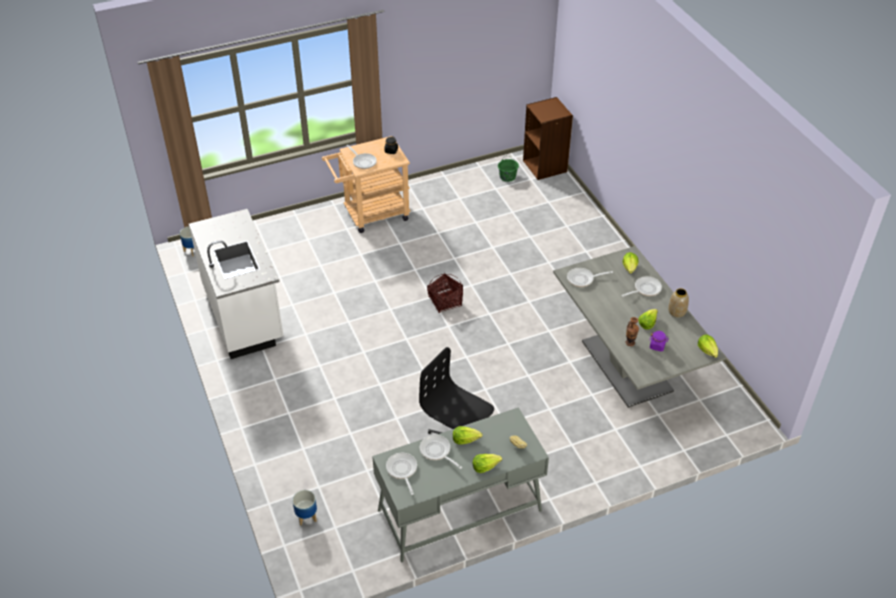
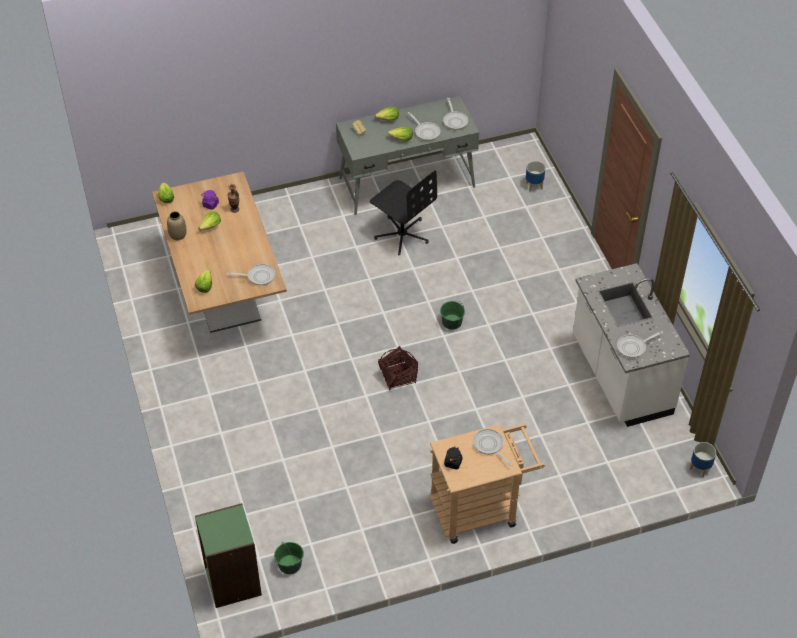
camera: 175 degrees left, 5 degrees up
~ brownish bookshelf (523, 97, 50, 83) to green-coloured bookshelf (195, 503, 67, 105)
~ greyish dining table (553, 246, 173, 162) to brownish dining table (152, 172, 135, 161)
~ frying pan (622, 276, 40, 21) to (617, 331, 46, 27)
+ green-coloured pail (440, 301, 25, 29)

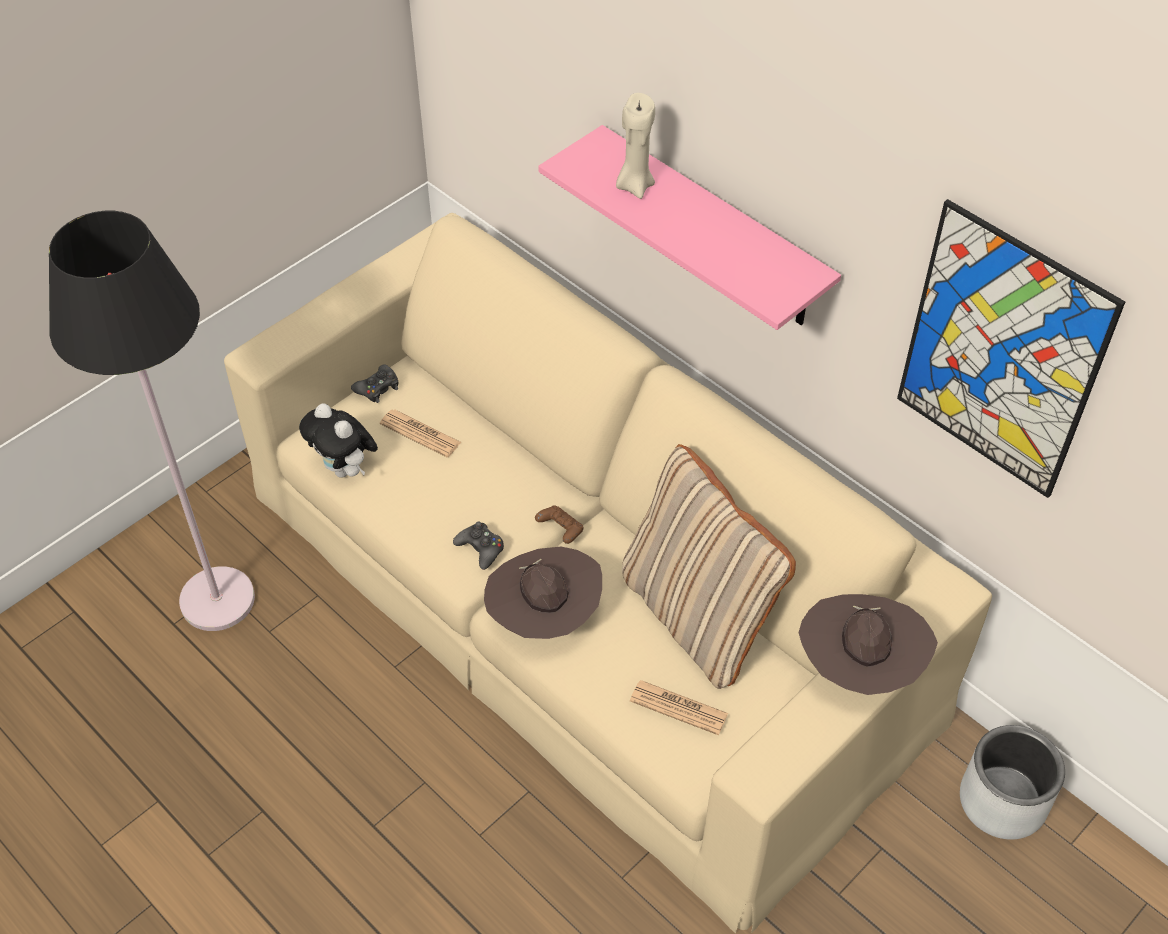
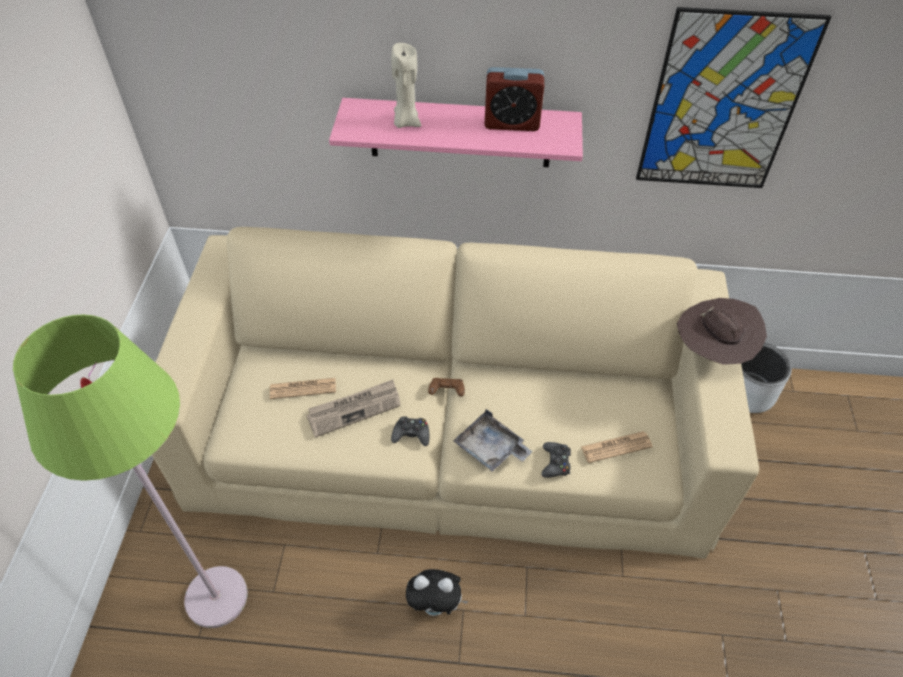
camera: 40 degrees left, 0 degrees up
~ black standard lamp (49, 211, 206, 420) to green-coloured standard lamp (13, 314, 235, 314)
~ cuddly toy (299, 403, 79, 75) to (406, 569, 63, 47)
~ black game controller (351, 364, 47, 39) to (542, 442, 29, 36)
~ brownish clothing hat (484, 547, 118, 92) to greyish tray (453, 409, 80, 63)
- sand-coloured cushion (622, 444, 174, 245)
+ newspaper (306, 379, 95, 59)
+ table clock (484, 67, 60, 64)

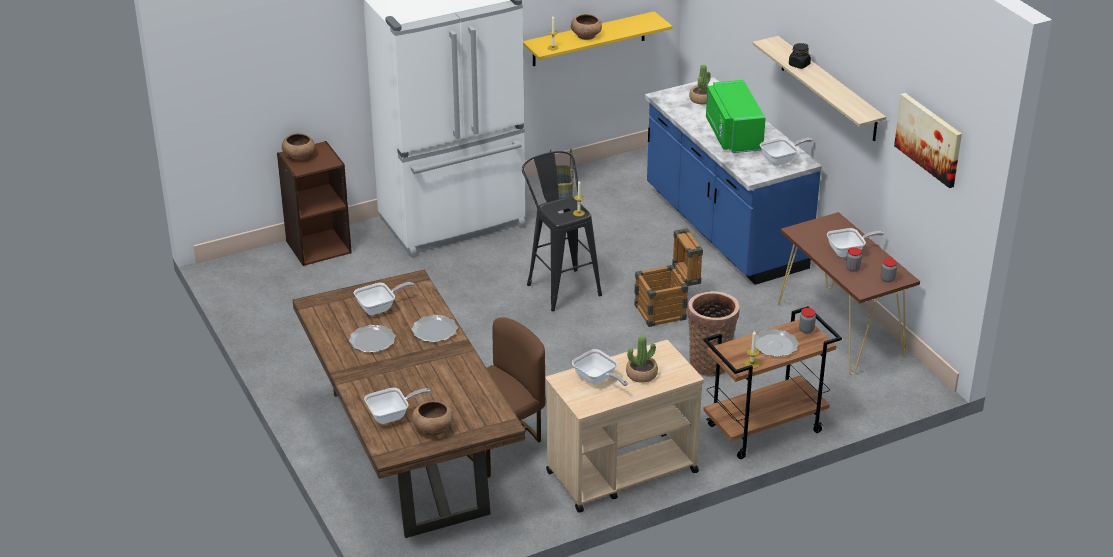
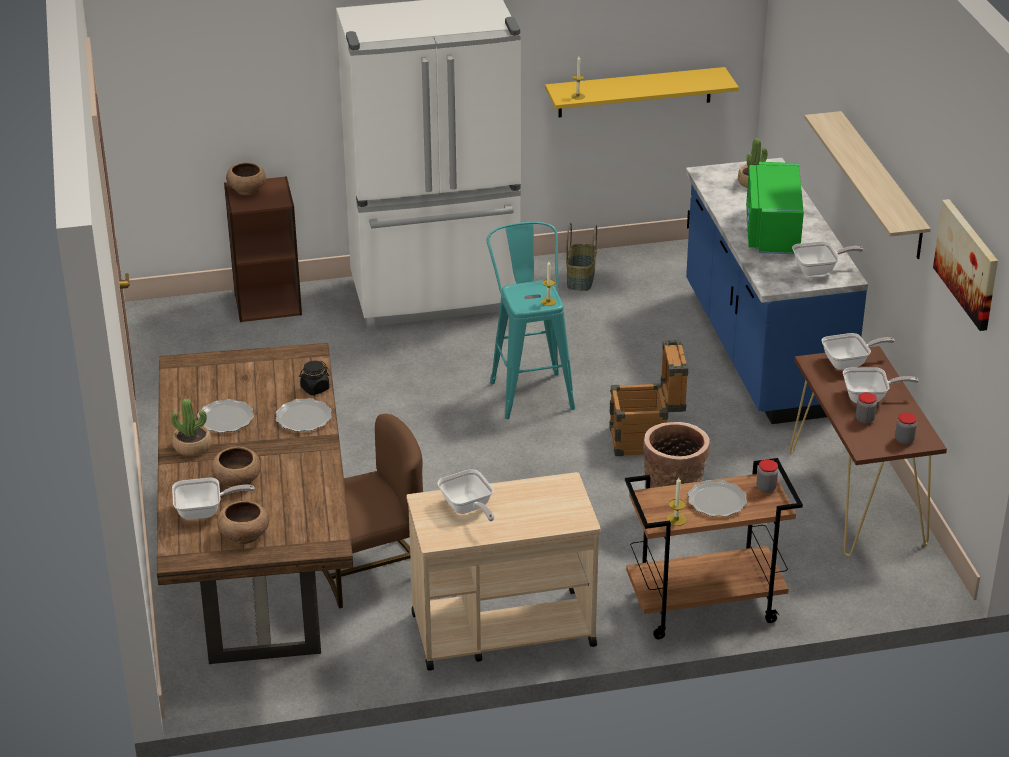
camera: 15 degrees right, 0 degrees up
~ frying pan (354, 282, 60, 33) to (821, 333, 74, 37)
~ black sitting stool (522, 151, 80, 160) to turquoise-coloured sitting stool (487, 222, 88, 197)
~ brownish serving bowl (571, 14, 31, 26) to (211, 447, 50, 41)
~ plant in a pot (626, 336, 32, 47) to (171, 399, 41, 57)
~ black storage jar (789, 43, 22, 26) to (299, 361, 31, 34)

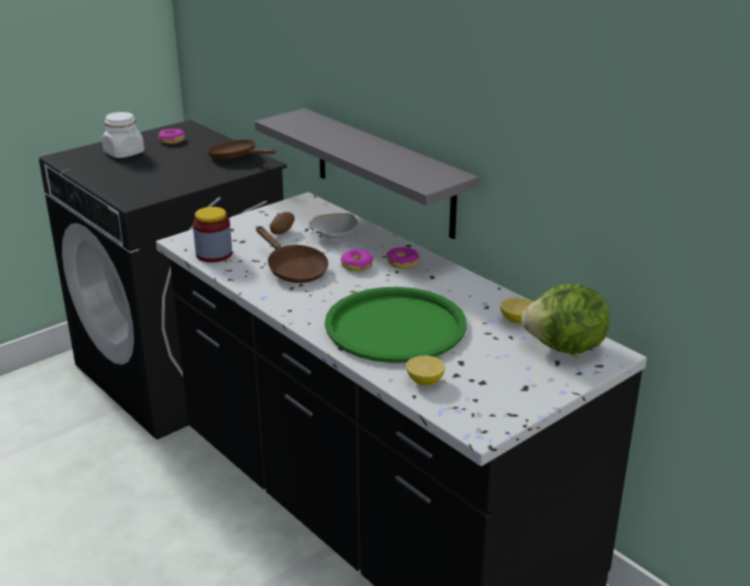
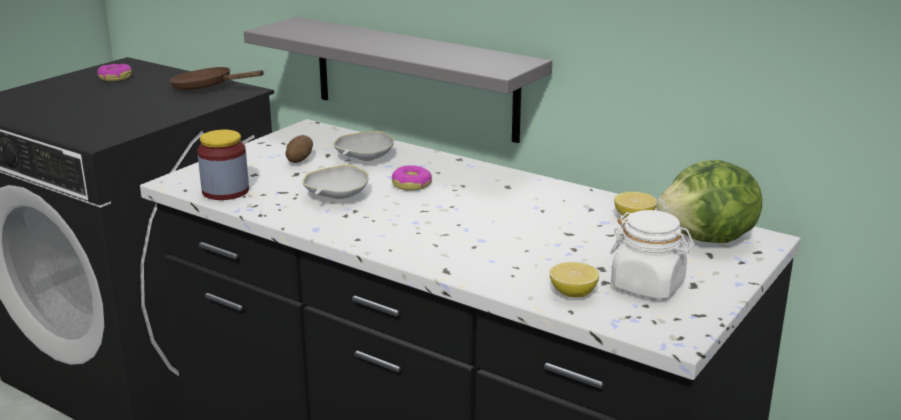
camera: 15 degrees left, 5 degrees down
~ white-coloured storage jar (102, 112, 42, 46) to (610, 210, 85, 89)
~ brownish frying pan (256, 226, 72, 57) to white-coloured serving bowl (302, 165, 67, 34)
- green-coloured tray (325, 287, 142, 76)
- ring doughnut (387, 248, 33, 21)

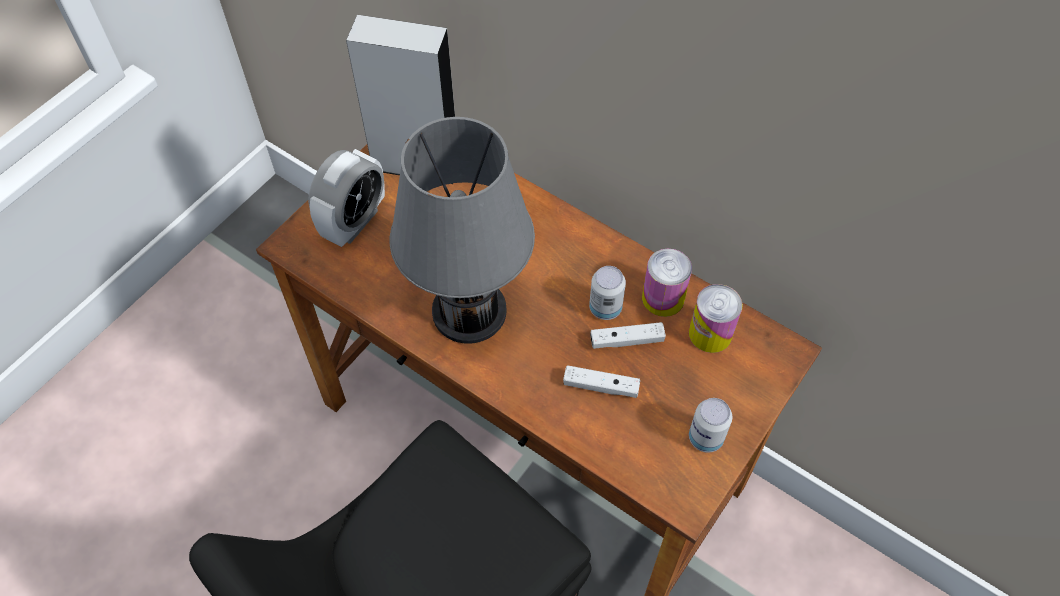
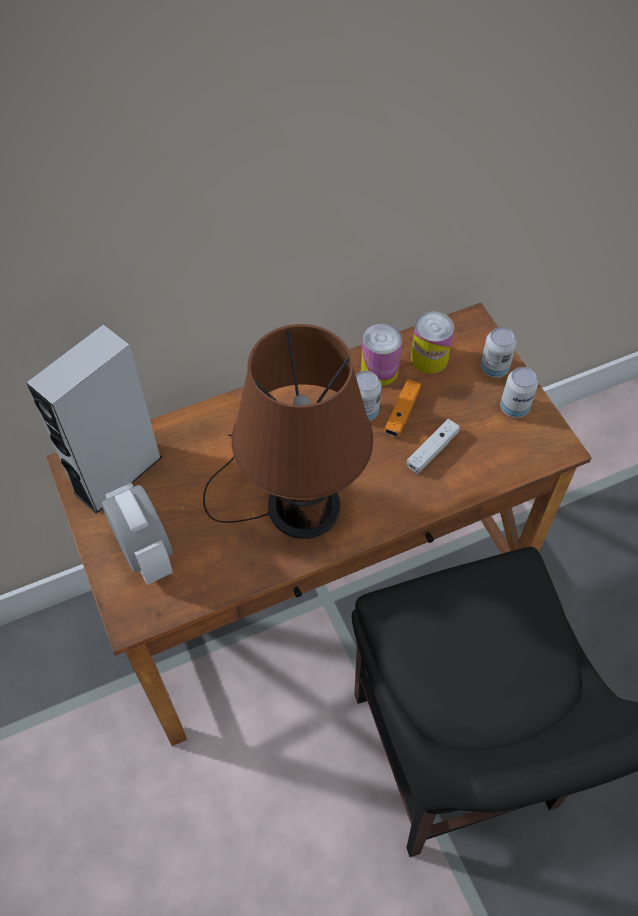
camera: 60 degrees left, 0 degrees up
~ greyish lamp for a table (390, 117, 145, 227) to brownish lamp for a table (203, 324, 170, 215)
~ white-coloured game controller (590, 322, 76, 27) to orange game controller (384, 379, 37, 58)
+ can (480, 327, 37, 51)

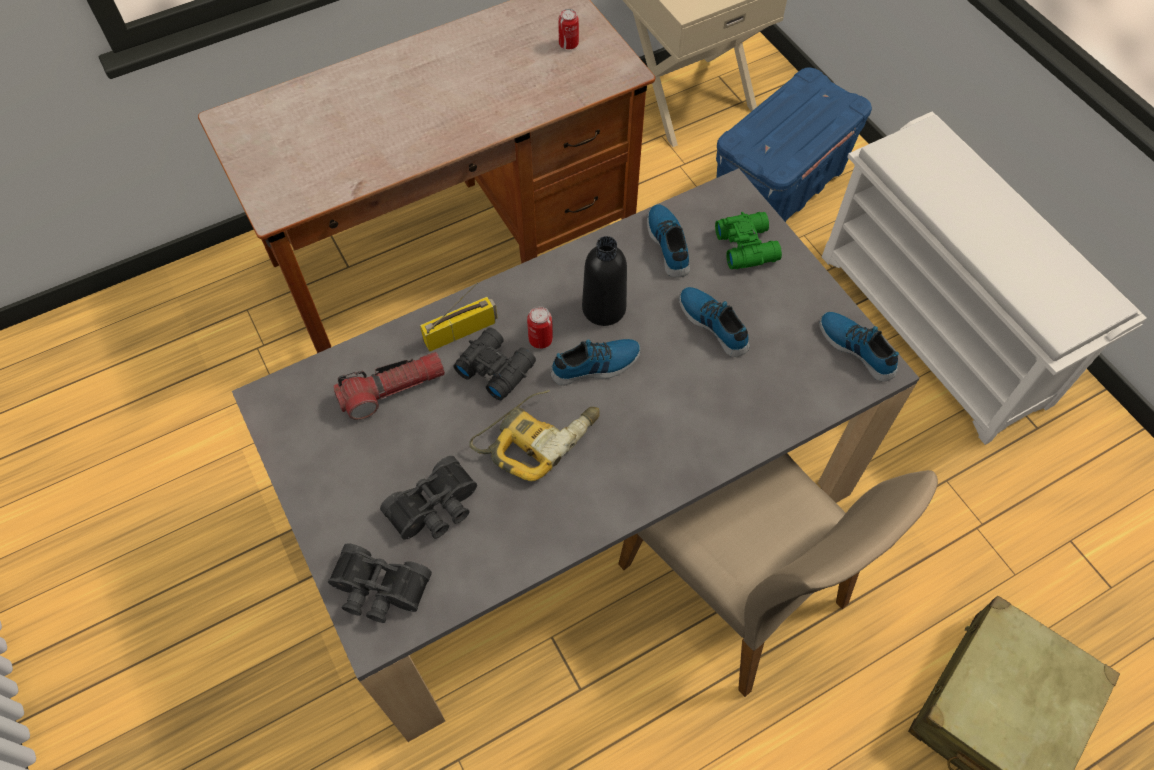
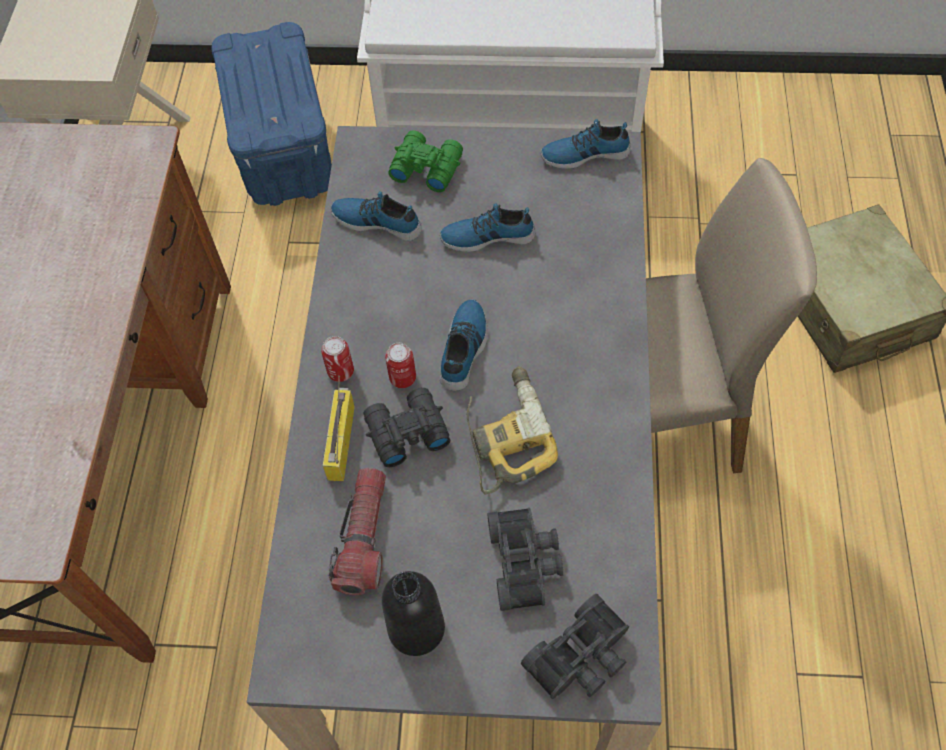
camera: 55 degrees left, 0 degrees up
~ can (558, 9, 21, 41) to (321, 336, 33, 46)
~ black beverage bottle (582, 236, 45, 90) to (382, 571, 63, 85)

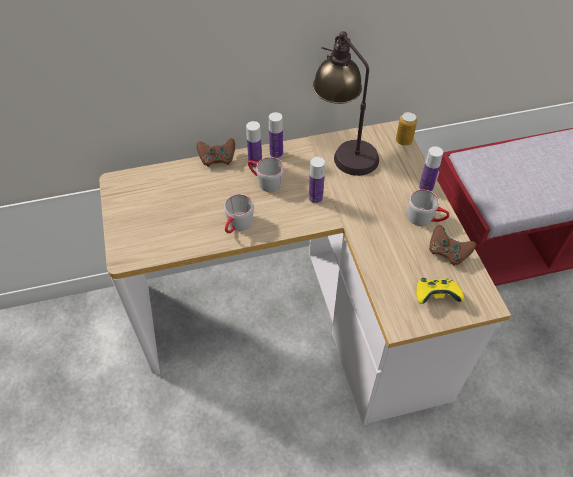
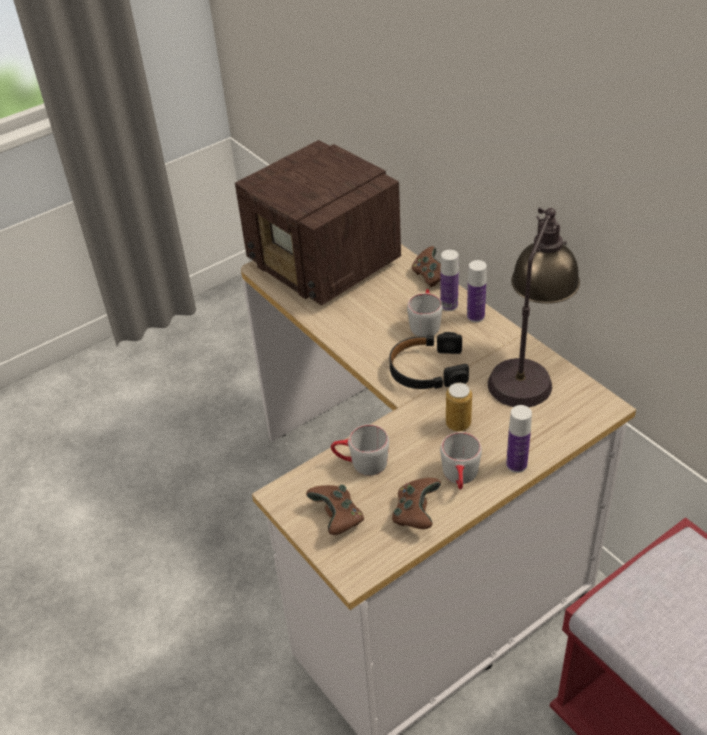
camera: 70 degrees right, 10 degrees down
~ greyish mug (224, 194, 30, 39) to (331, 424, 58, 52)
~ beverage bottle (309, 157, 16, 47) to black pair of headphones (389, 332, 80, 57)
~ can (396, 112, 21, 33) to (446, 383, 26, 48)
~ yellow game controller (416, 278, 48, 26) to brownish game controller (306, 485, 58, 50)
+ radio receiver (235, 140, 166, 166)

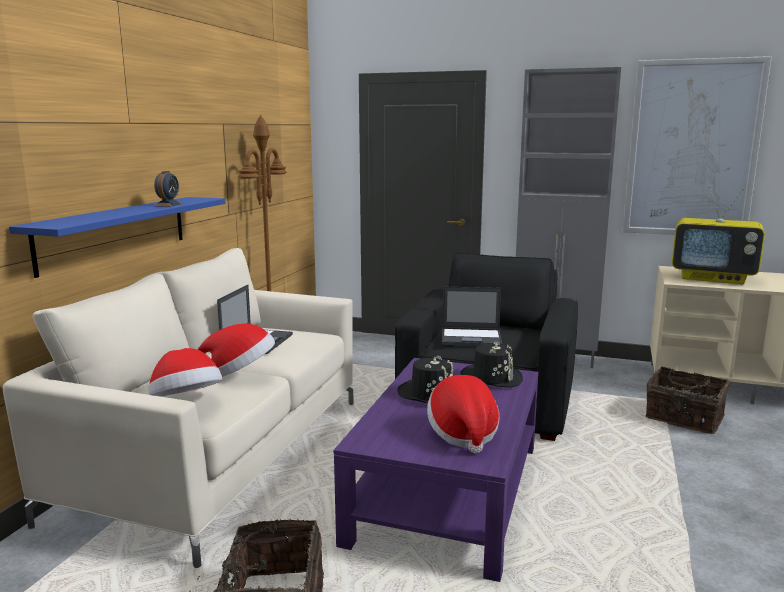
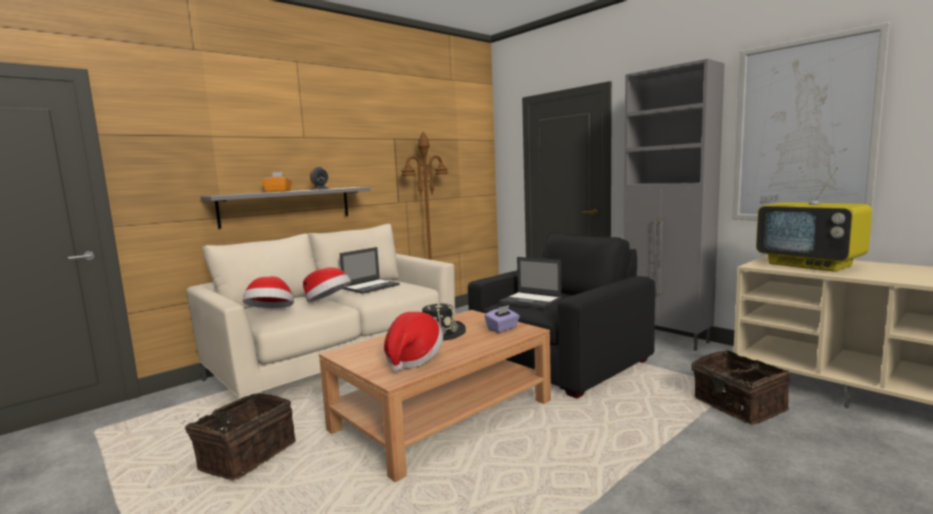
camera: 30 degrees right, 5 degrees down
~ bluish shelf (9, 197, 216, 81) to greyish shelf (201, 187, 169, 42)
~ purple coffee table (334, 358, 205, 224) to brownish coffee table (319, 310, 232, 172)
~ black clothing hat (460, 342, 63, 45) to purple tissue box (485, 305, 35, 28)
+ orange tissue box (261, 172, 31, 20)

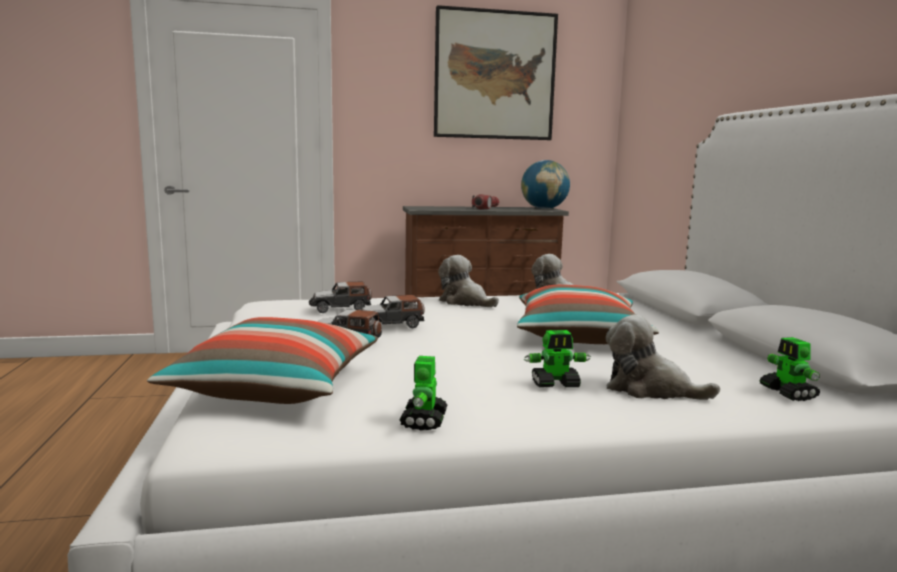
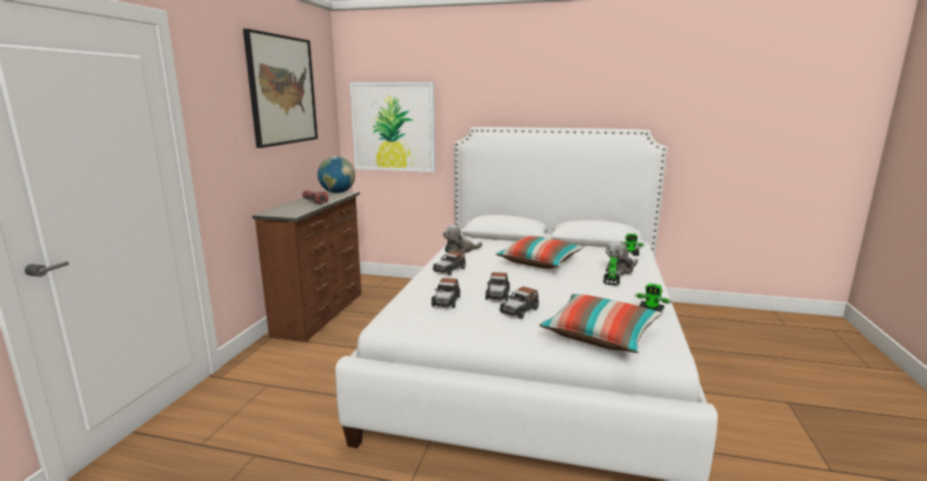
camera: 65 degrees left, 5 degrees up
~ cuddly toy (438, 255, 61, 52) to toy car (432, 251, 34, 24)
+ wall art (350, 82, 85, 90)

